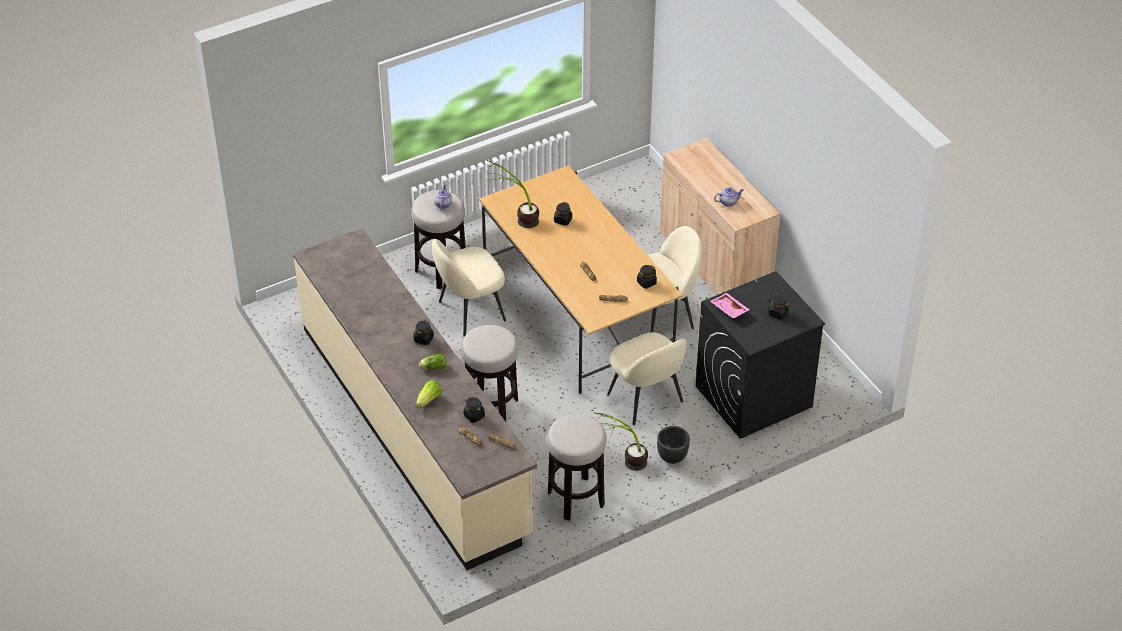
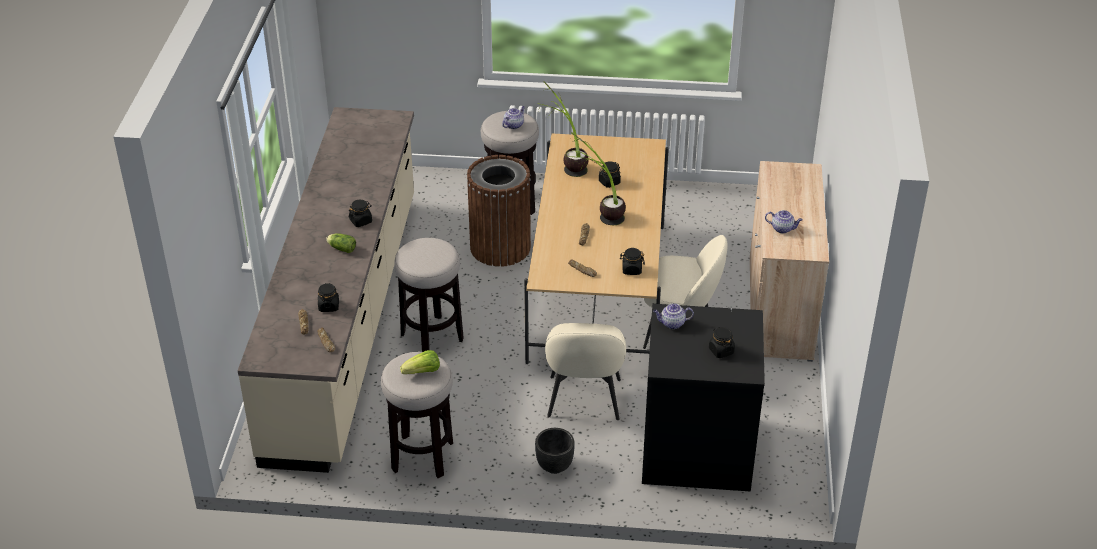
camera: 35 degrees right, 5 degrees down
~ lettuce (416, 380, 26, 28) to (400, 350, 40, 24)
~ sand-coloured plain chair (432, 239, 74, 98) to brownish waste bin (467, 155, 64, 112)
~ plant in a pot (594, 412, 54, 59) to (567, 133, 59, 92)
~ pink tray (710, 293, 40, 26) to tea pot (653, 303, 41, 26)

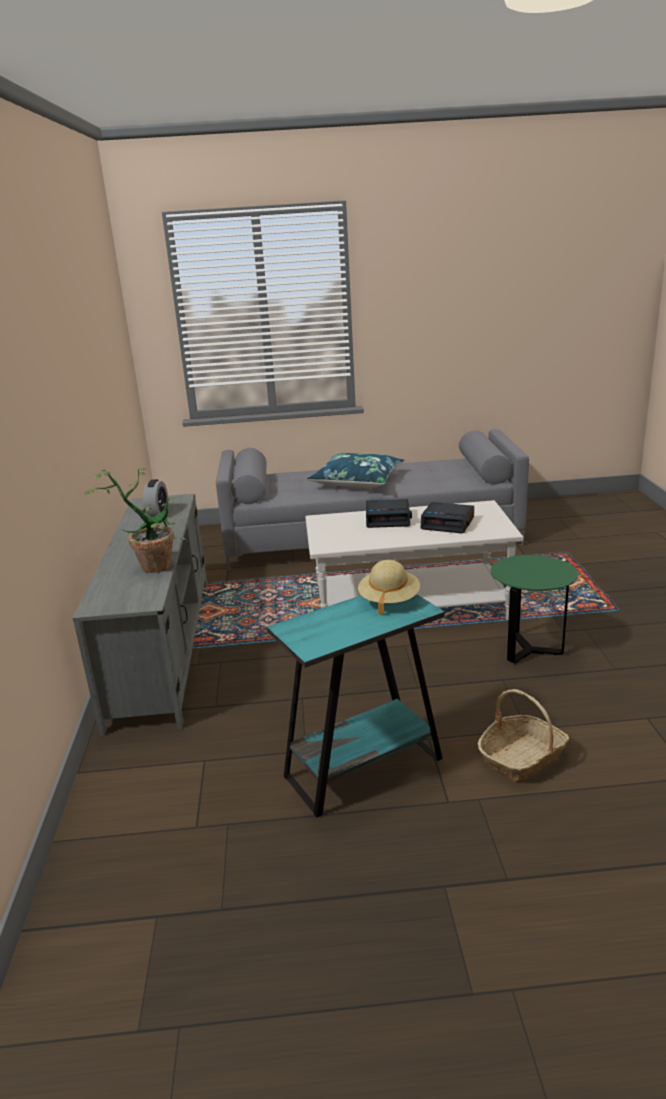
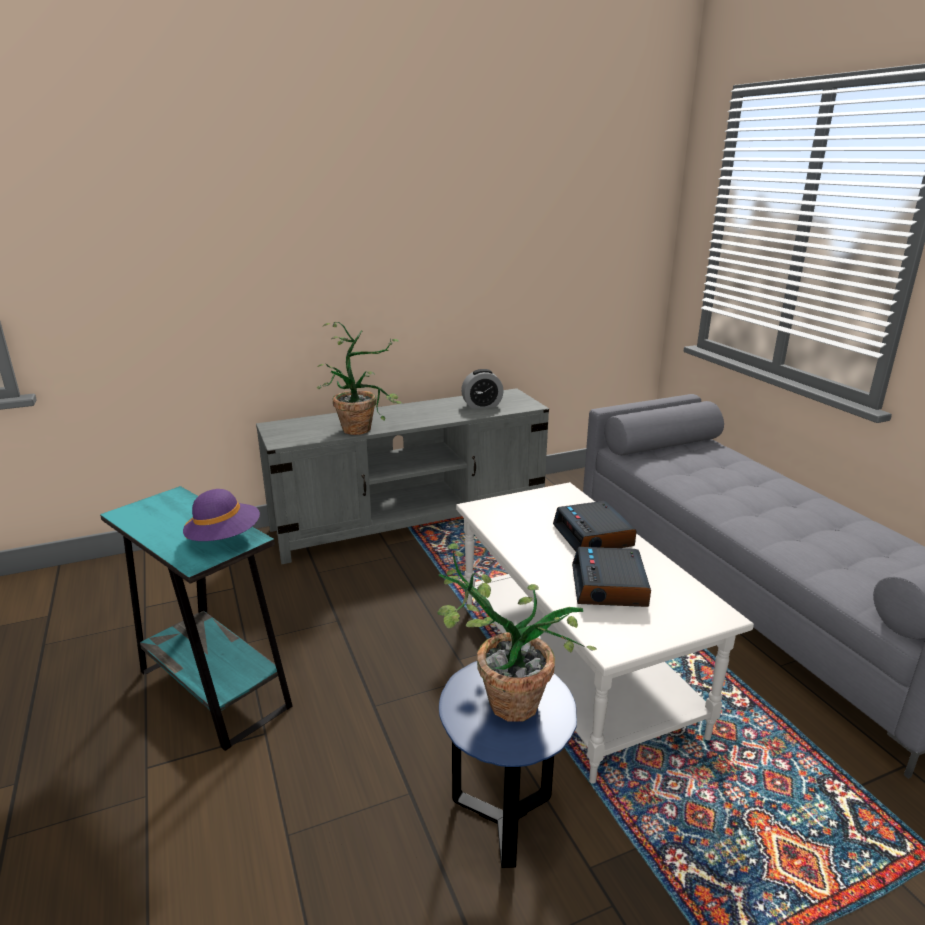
camera: 70 degrees right, 0 degrees up
- bluish cushion (307, 453, 98, 34)
~ sand-coloured clothing hat (358, 560, 62, 55) to purple clothing hat (183, 489, 77, 52)
- storage basket (478, 689, 92, 94)
~ green-coloured side table (491, 555, 87, 109) to bluish side table (439, 661, 138, 207)
+ plant in a pot (438, 543, 159, 179)

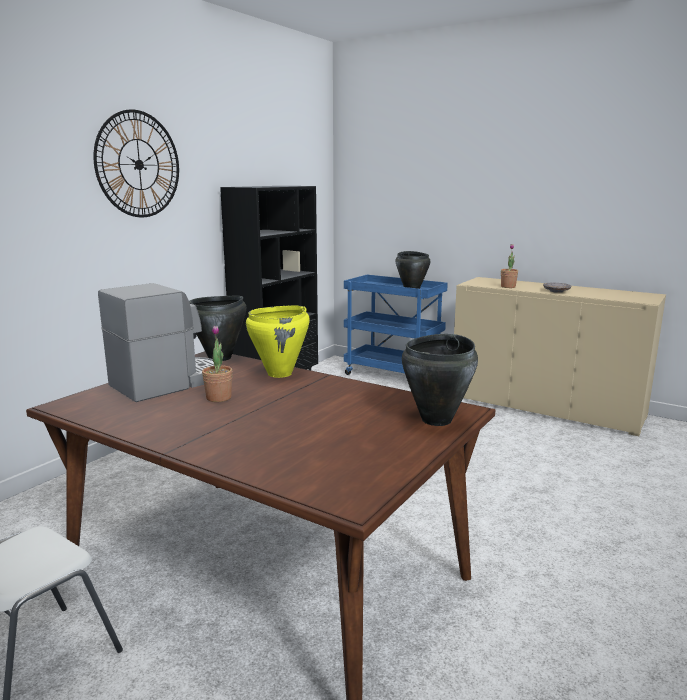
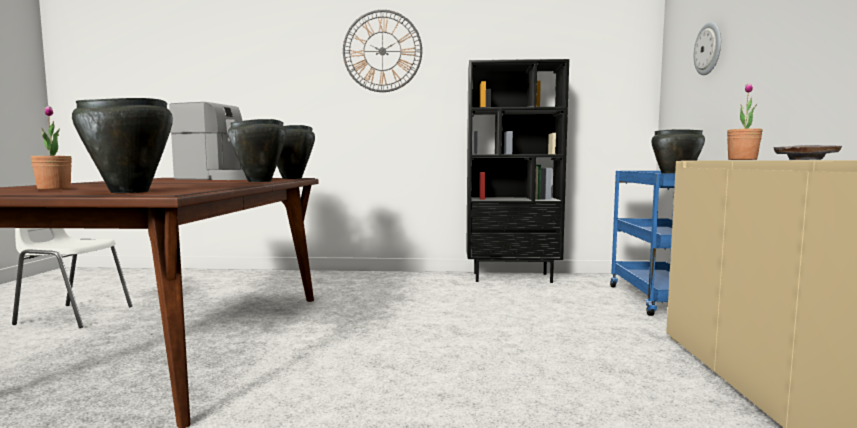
camera: 60 degrees right, 10 degrees down
~ plant in a pot (202, 326, 31, 76) to (31, 106, 41, 83)
~ yellow saucepot (246, 305, 64, 73) to black saucepot (228, 119, 59, 63)
+ clock on the wall (694, 22, 27, 53)

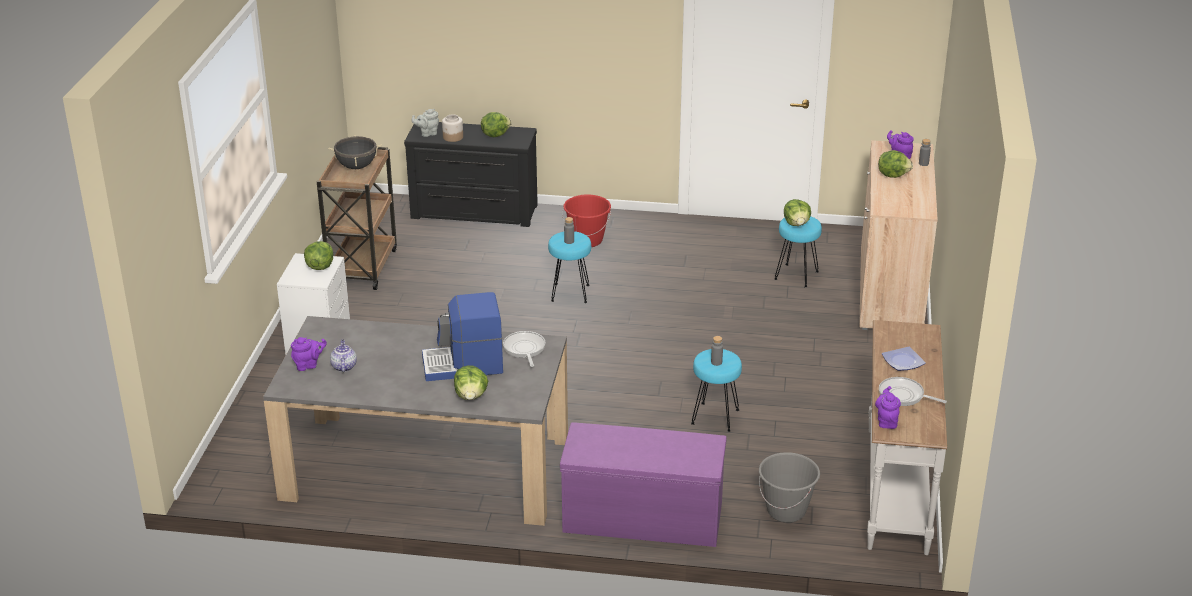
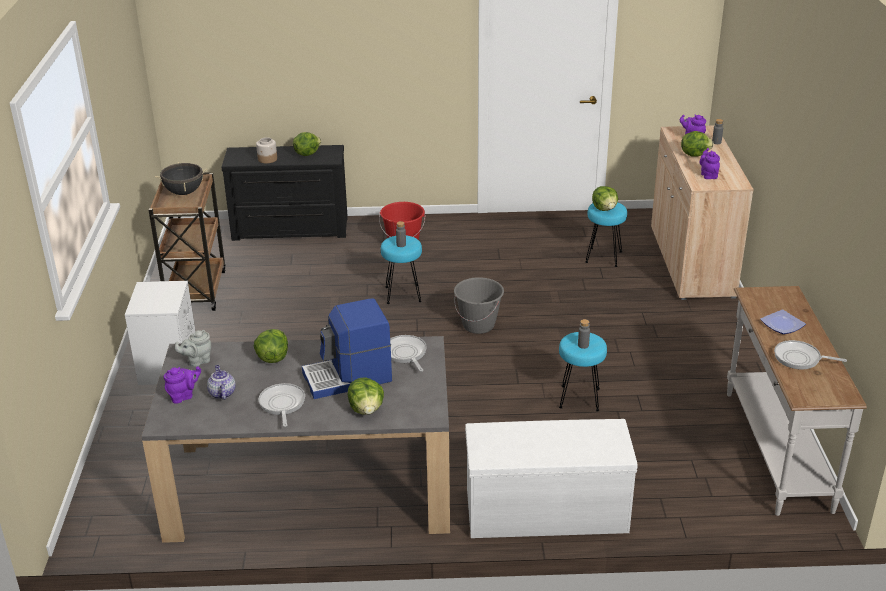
camera: 10 degrees left, 0 degrees up
~ lettuce (304, 241, 29, 29) to (254, 329, 34, 34)
~ greyish tea pot (412, 109, 27, 28) to (175, 330, 36, 37)
~ purple indoor bench (560, 422, 166, 125) to white-coloured indoor bench (465, 419, 173, 119)
~ greyish pail (759, 452, 61, 71) to (454, 277, 50, 57)
~ purple tea pot (875, 386, 26, 43) to (699, 148, 21, 31)
+ frying pan (258, 383, 47, 44)

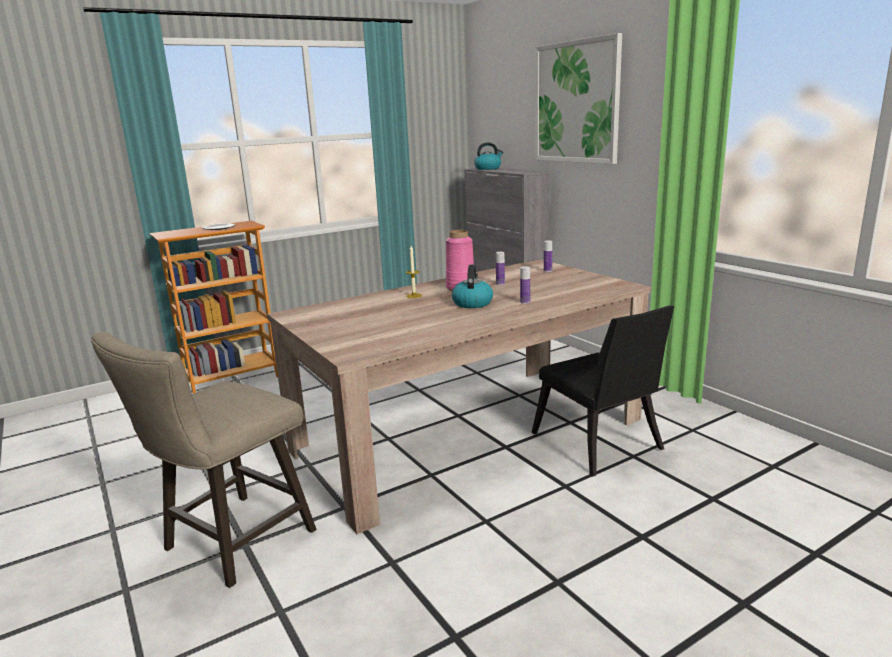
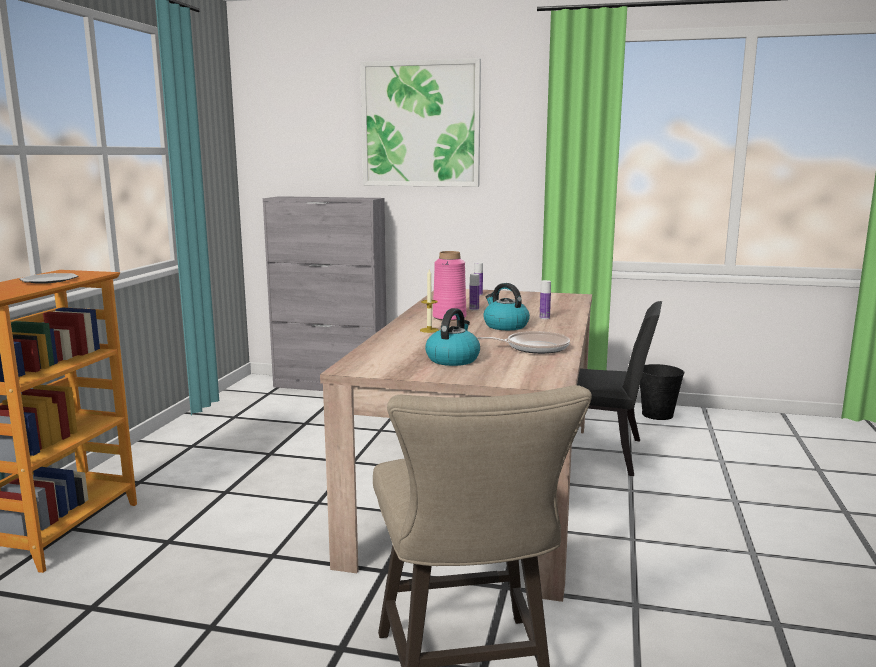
camera: 45 degrees left, 5 degrees down
~ kettle (474, 142, 29, 28) to (425, 308, 55, 58)
+ frying pan (477, 331, 93, 23)
+ black pail (640, 364, 45, 56)

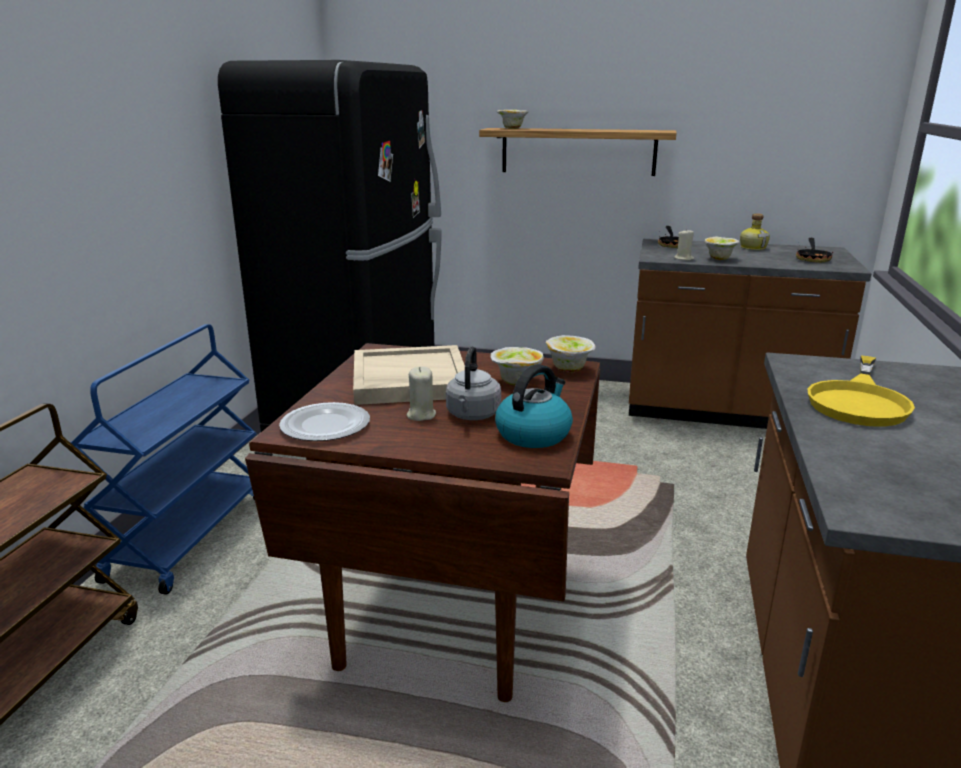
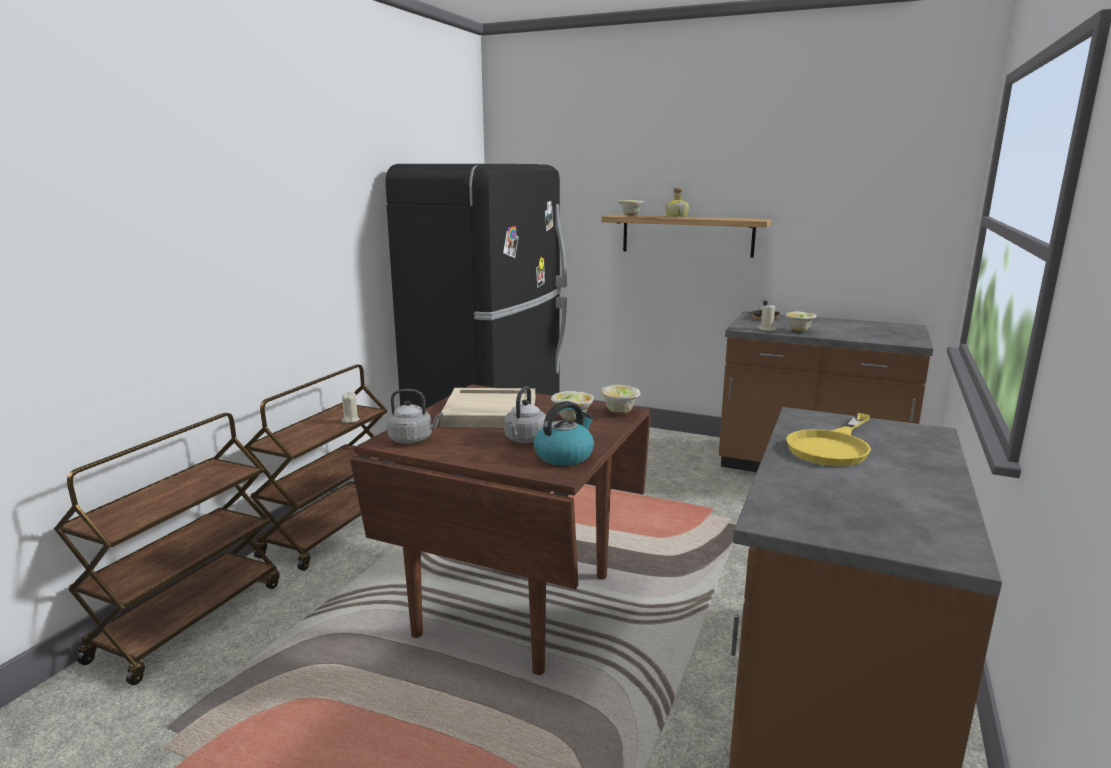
camera: 10 degrees right, 5 degrees down
~ bluish cart (70, 324, 186, 271) to brownish cart (244, 364, 144, 207)
~ dinner plate (279, 402, 91, 39) to greyish kettle (387, 389, 56, 55)
~ sand-coloured wax light (407, 366, 29, 55) to (342, 392, 18, 31)
~ beverage bottle (740, 214, 30, 36) to (665, 188, 24, 29)
- frying pan (796, 238, 37, 25)

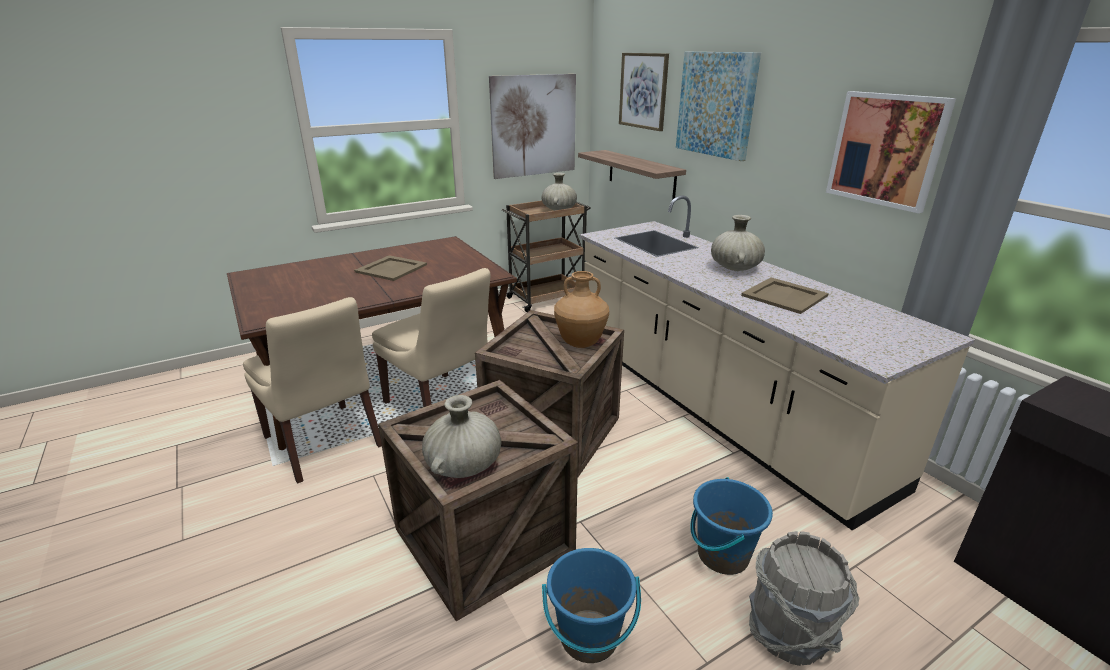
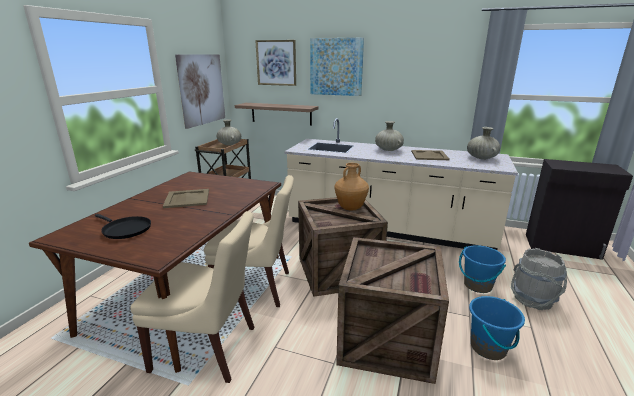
camera: 40 degrees left, 5 degrees down
~ sand-coloured vase (422, 395, 79, 83) to (467, 127, 33, 33)
- wall art (826, 91, 130, 122)
+ black frying pan (95, 214, 56, 25)

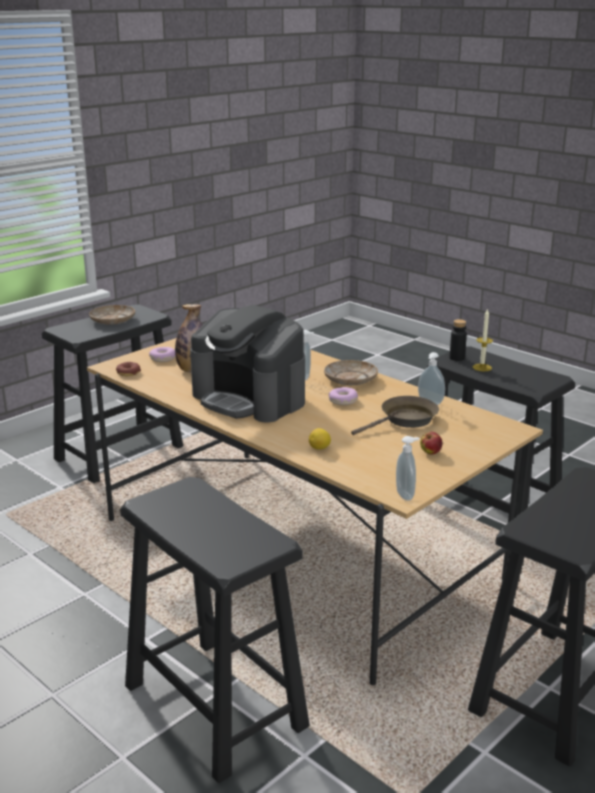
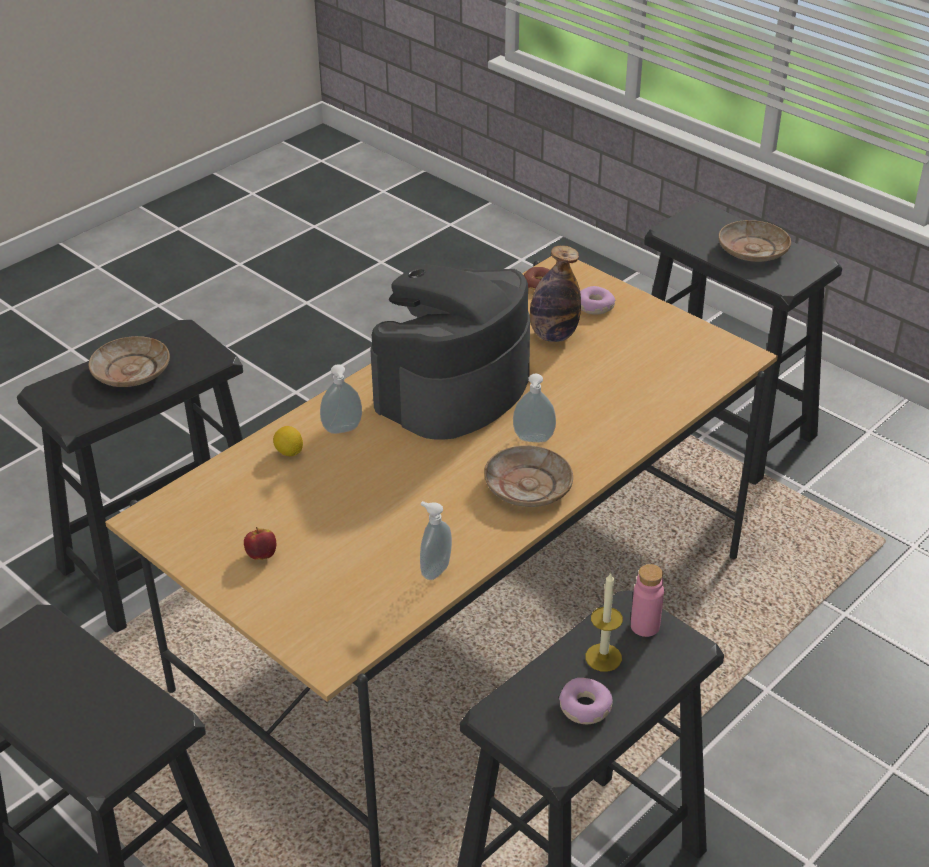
camera: 90 degrees right, 15 degrees up
~ ring doughnut (329, 387, 29, 18) to (559, 678, 54, 46)
- brownish frying pan (351, 396, 88, 39)
~ soap bottle (396, 436, 23, 65) to (320, 364, 42, 70)
~ black beverage bottle (449, 319, 18, 42) to pink beverage bottle (631, 564, 33, 73)
+ sand-coloured dinner plate (89, 336, 81, 51)

